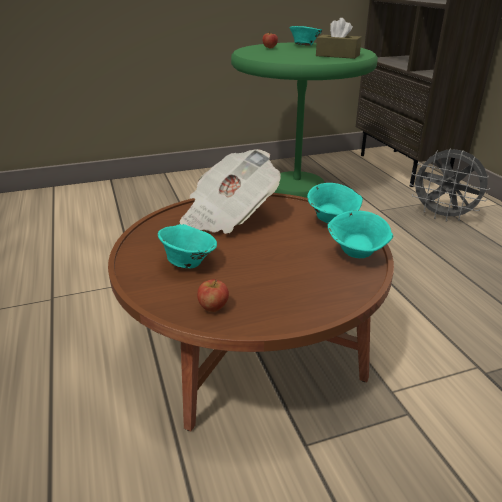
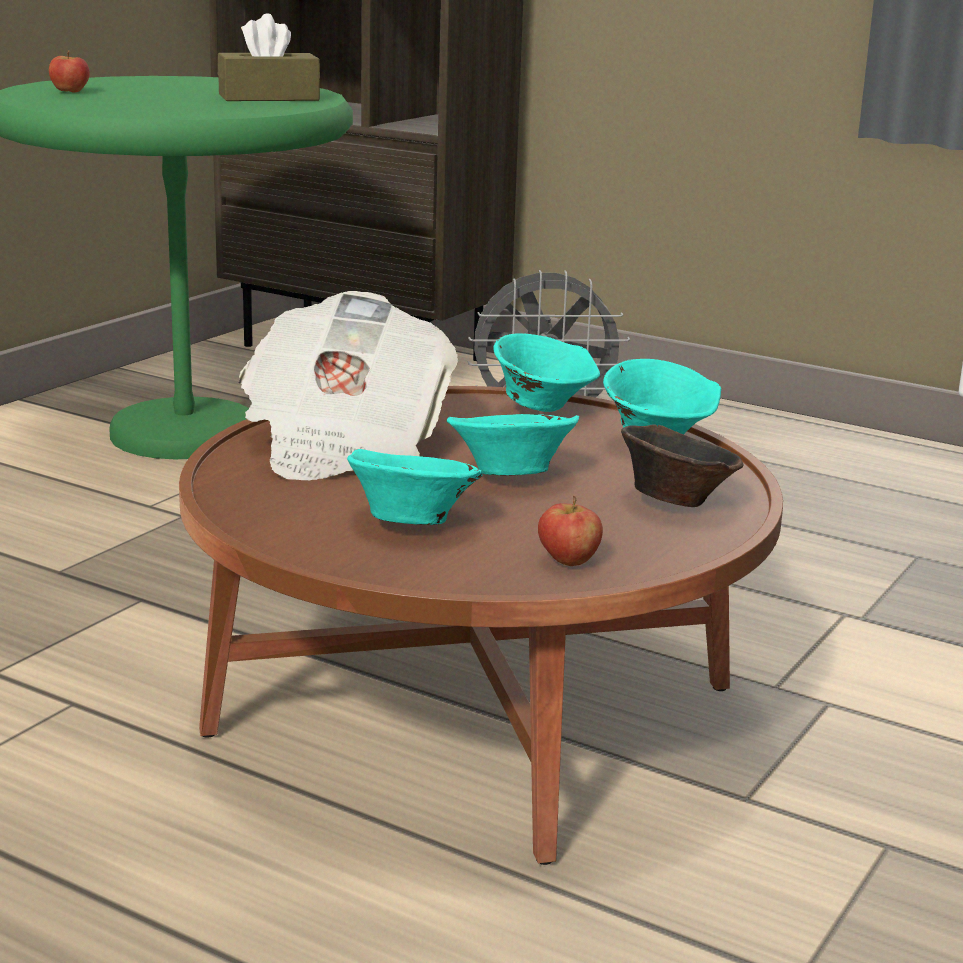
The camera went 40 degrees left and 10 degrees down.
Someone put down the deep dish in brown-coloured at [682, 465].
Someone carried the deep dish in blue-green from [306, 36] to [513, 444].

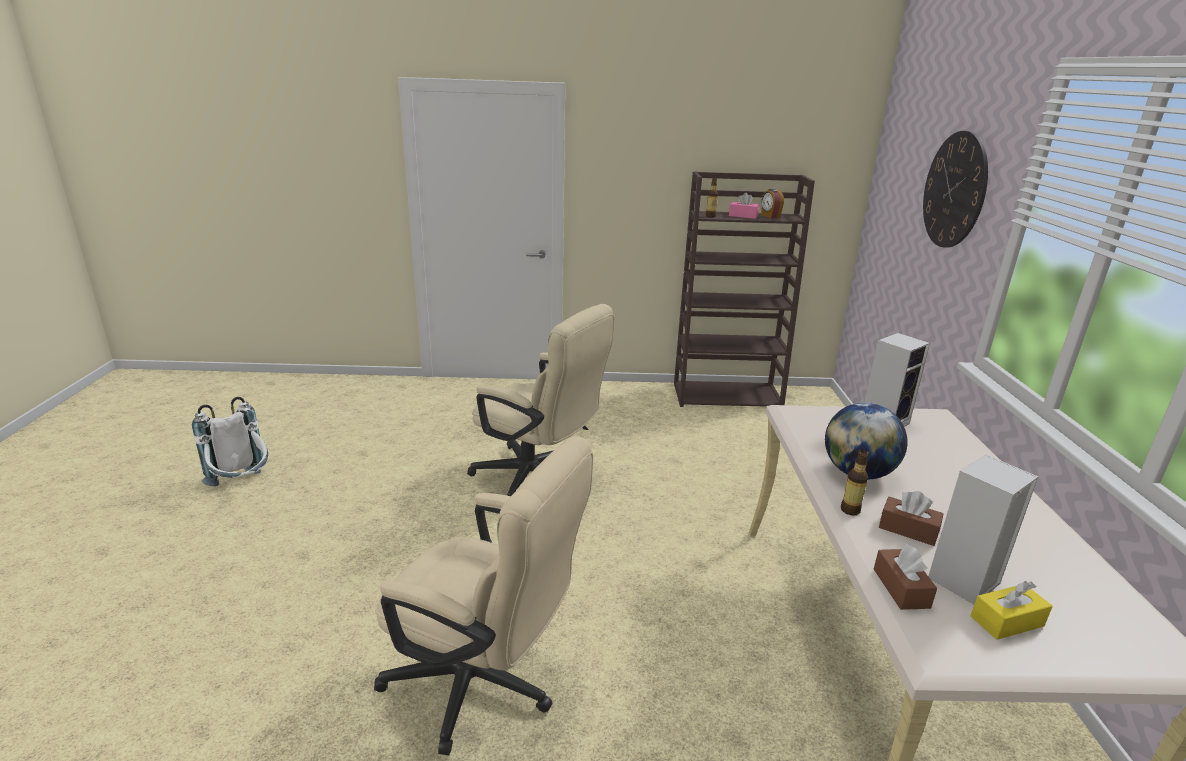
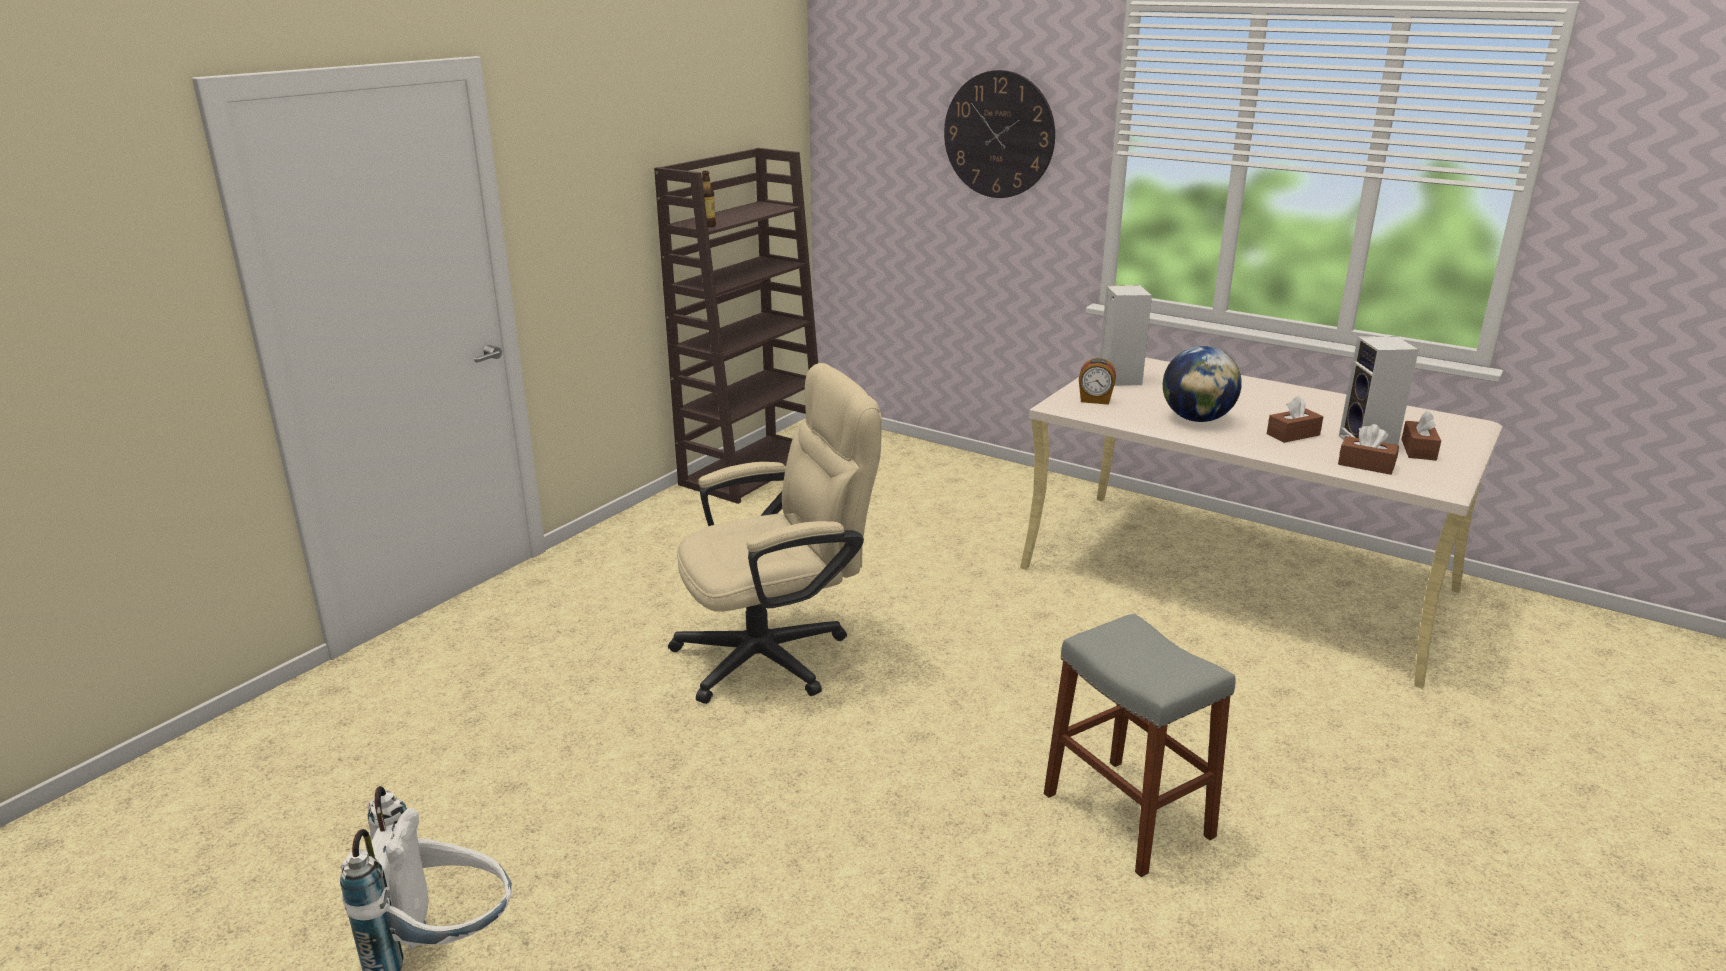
The camera went 55 degrees left and 0 degrees up.
Someone took away the tissue box in pinkish at [744, 206].
Someone took away the bottle at [855, 483].
Someone carried the table clock from [772, 203] to [1097, 381].
Someone swapped the computer chair in beige at [483, 595] for the stool seat in greyish at [1140, 745].
Someone repainted the tissue box in yellowish at [1011, 610], which became the tissue box in brown-coloured at [1421, 435].

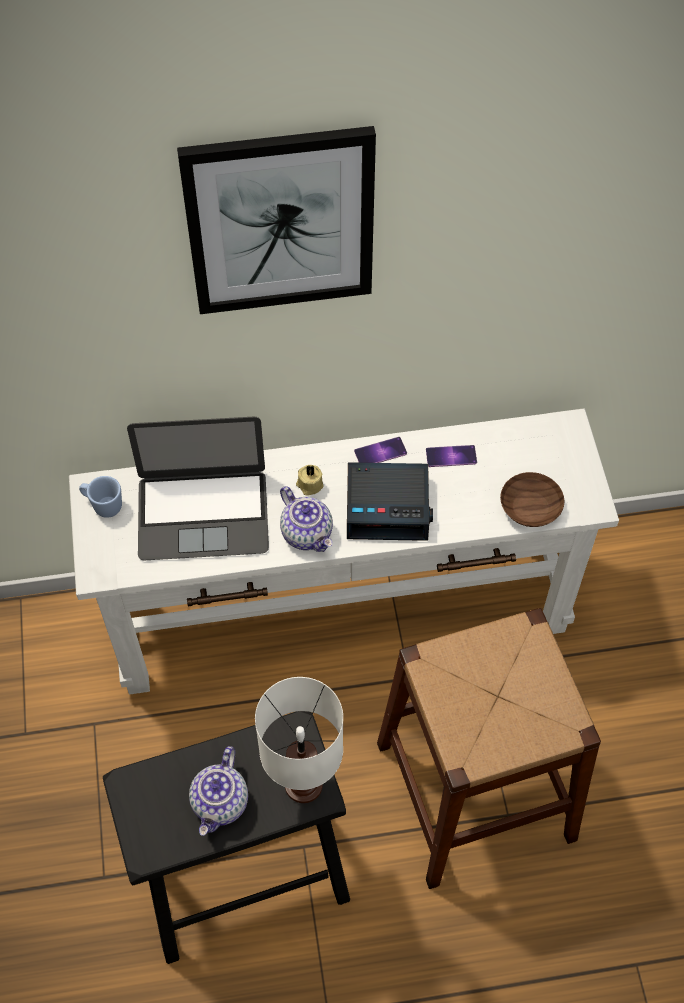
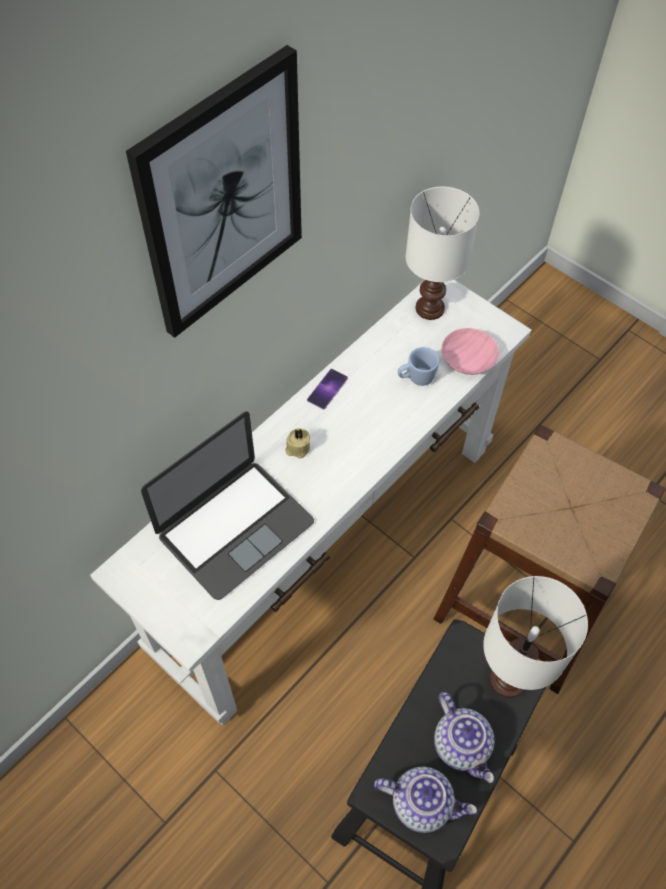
The camera went 40 degrees left and 0 degrees up.
Someone took away the table clock at [390, 501].
Someone took away the telephone at [451, 456].
Someone put down the lamp for a table in whitish at [442, 253].
Someone carried the tea mug in bluish from [100, 497] to [419, 366].
Someone carried the tea pot from [306, 519] to [425, 800].
Someone repainted the deep dish in brown-coloured at [532, 499], which became the deep dish in pinkish at [470, 351].

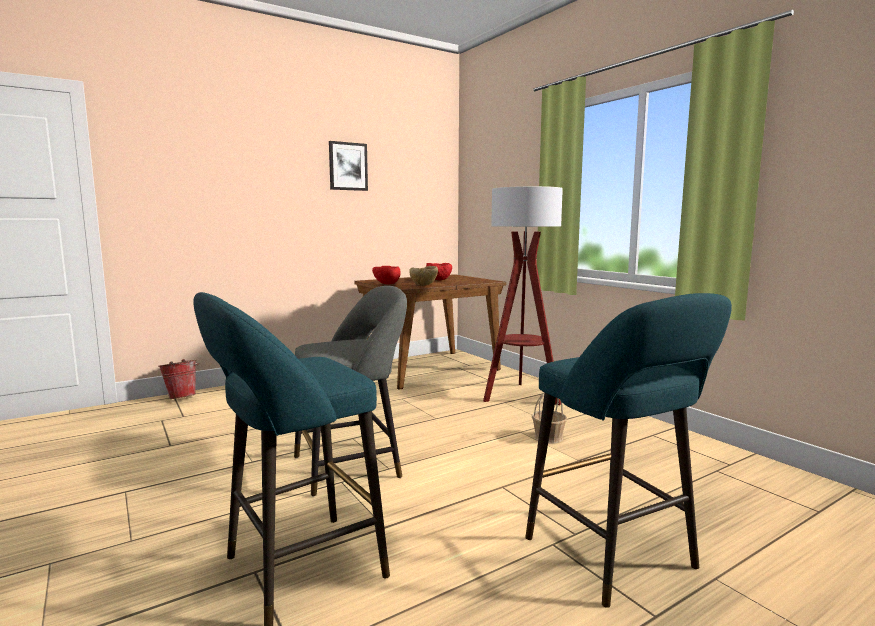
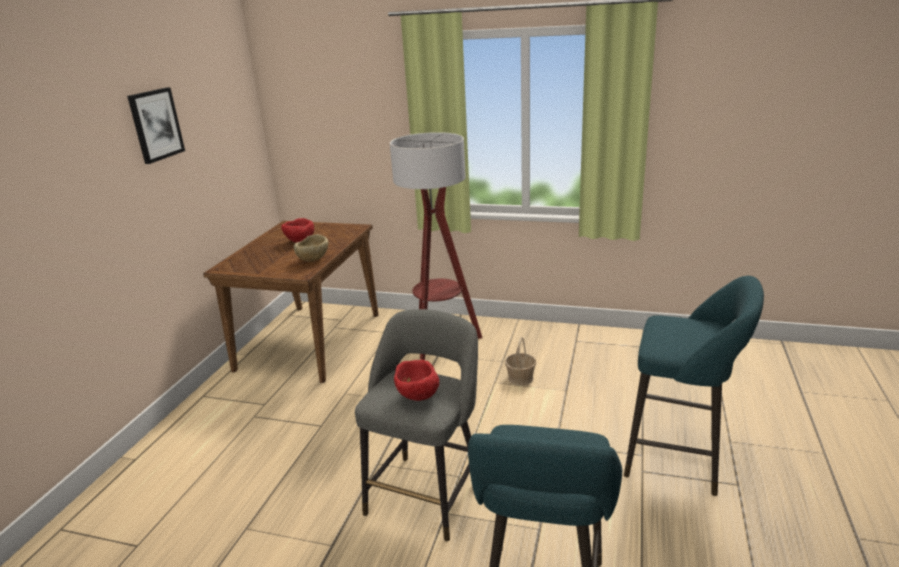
The camera went 40 degrees left and 15 degrees up.
Someone took away the bucket at [179, 379].
Someone carried the deep dish in reddish from [386, 275] to [416, 380].

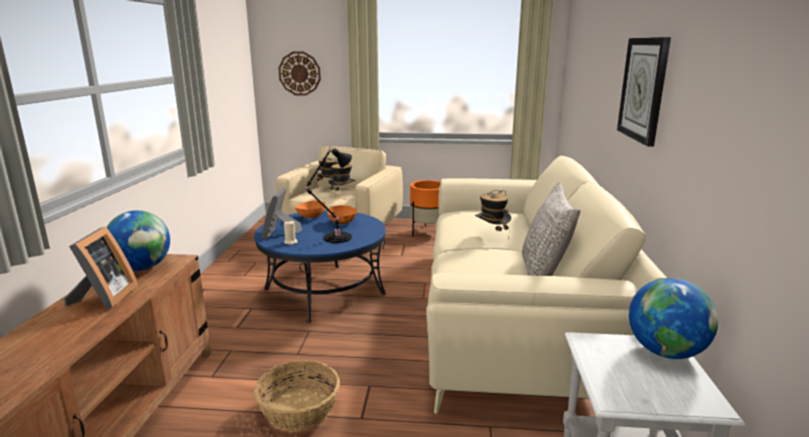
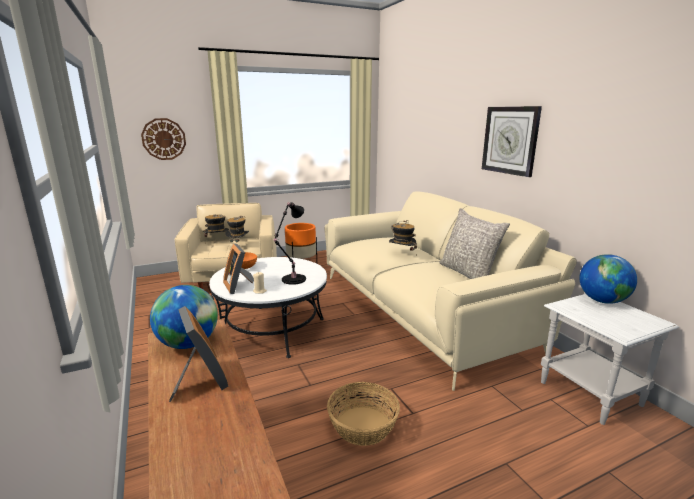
The camera went 30 degrees left and 0 degrees up.
Someone took away the deep dish in orangey at [342, 214].
Someone repainted the low table in bluish at [320, 266], which became the low table in whitish at [268, 307].

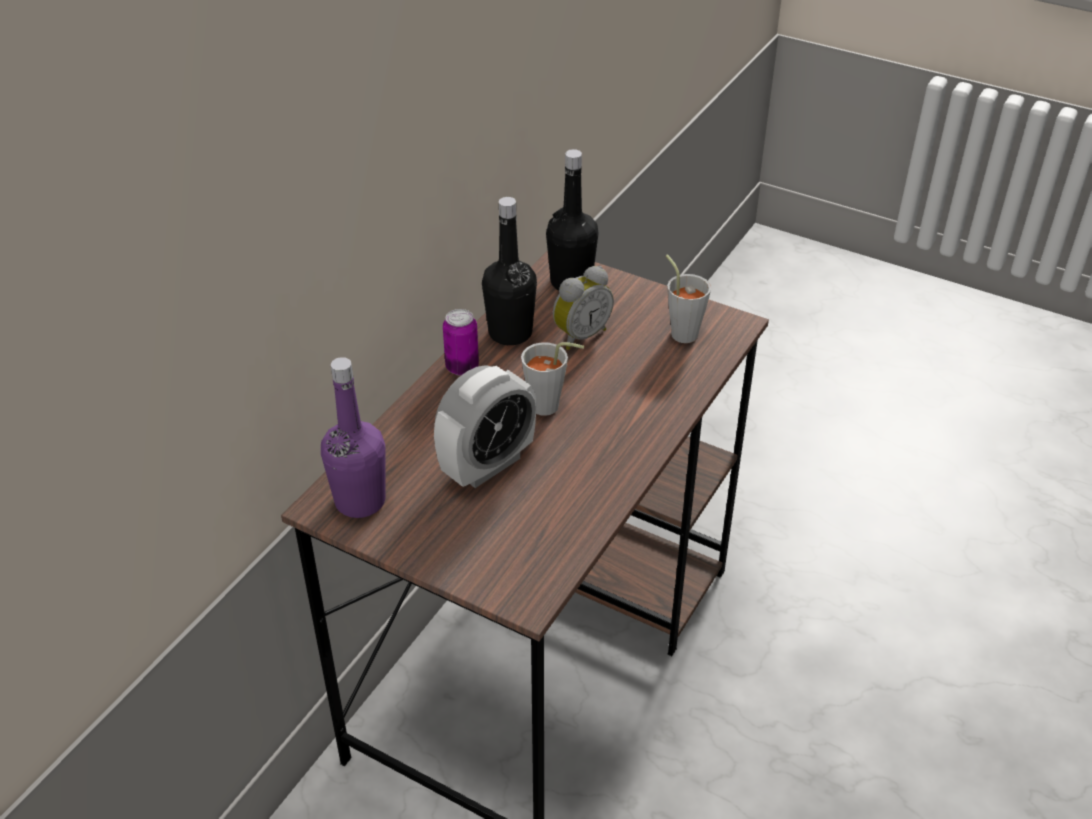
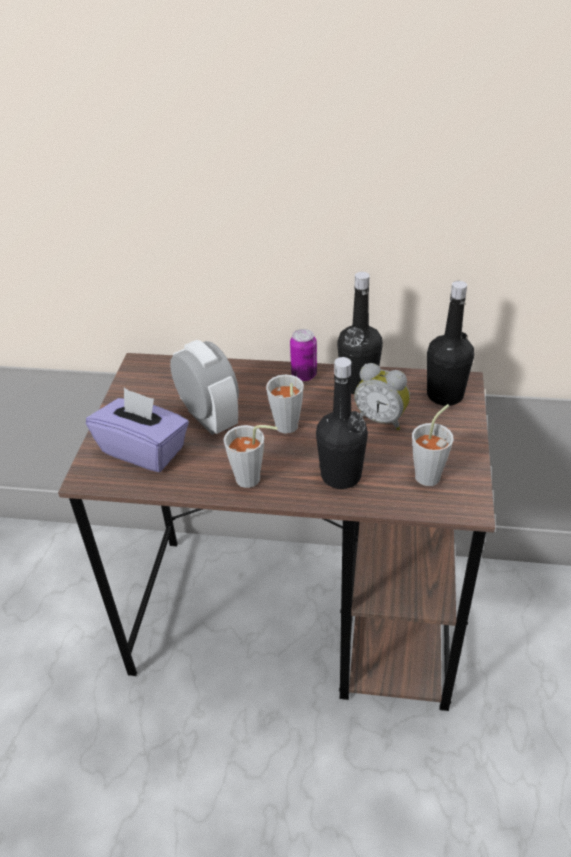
The camera went 70 degrees right and 0 degrees up.
Someone took away the bottle in purple at [353, 437].
Someone put down the tissue box in purple at [137, 430].
Someone put down the cup in greyish at [251, 456].
Someone put down the bottle in black-coloured at [342, 423].
Someone rotated the table clock at [485, 426] by 150 degrees counterclockwise.

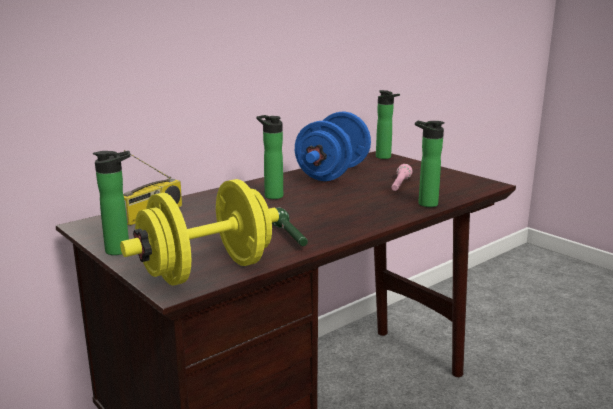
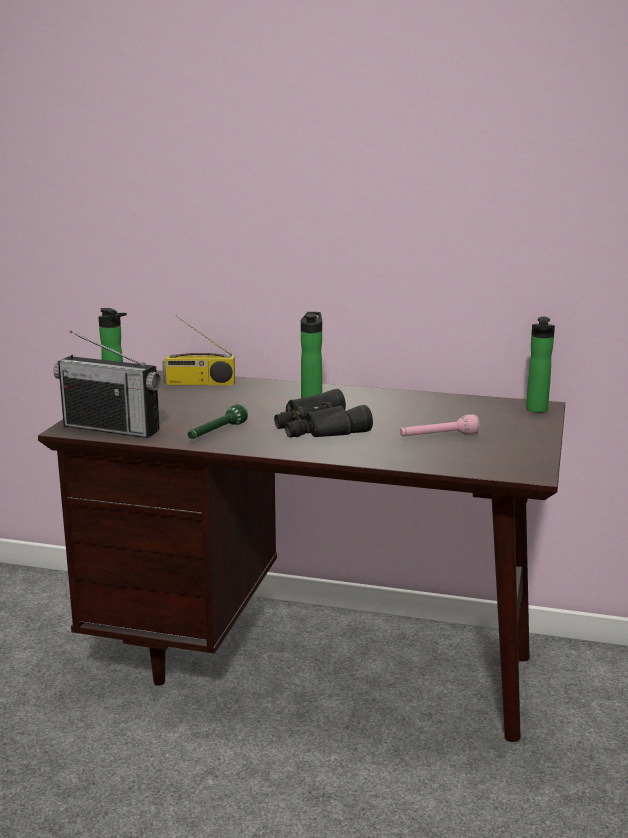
The camera went 55 degrees right and 0 degrees up.
Someone took away the dumbbell in bluish at [333, 146].
Someone took away the bottle at [430, 164].
Someone put down the field glasses in black-coloured at [323, 413].
Someone swapped the dumbbell in yellowish at [199, 232] for the radio set at [107, 384].

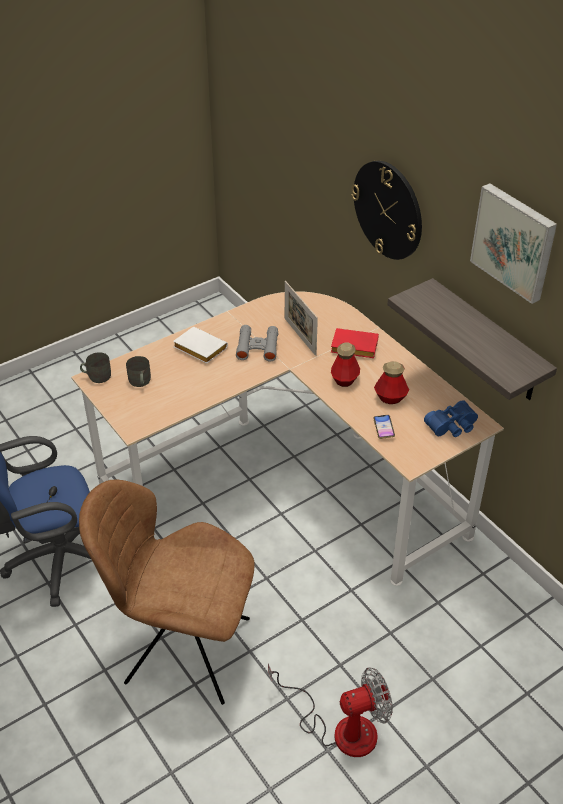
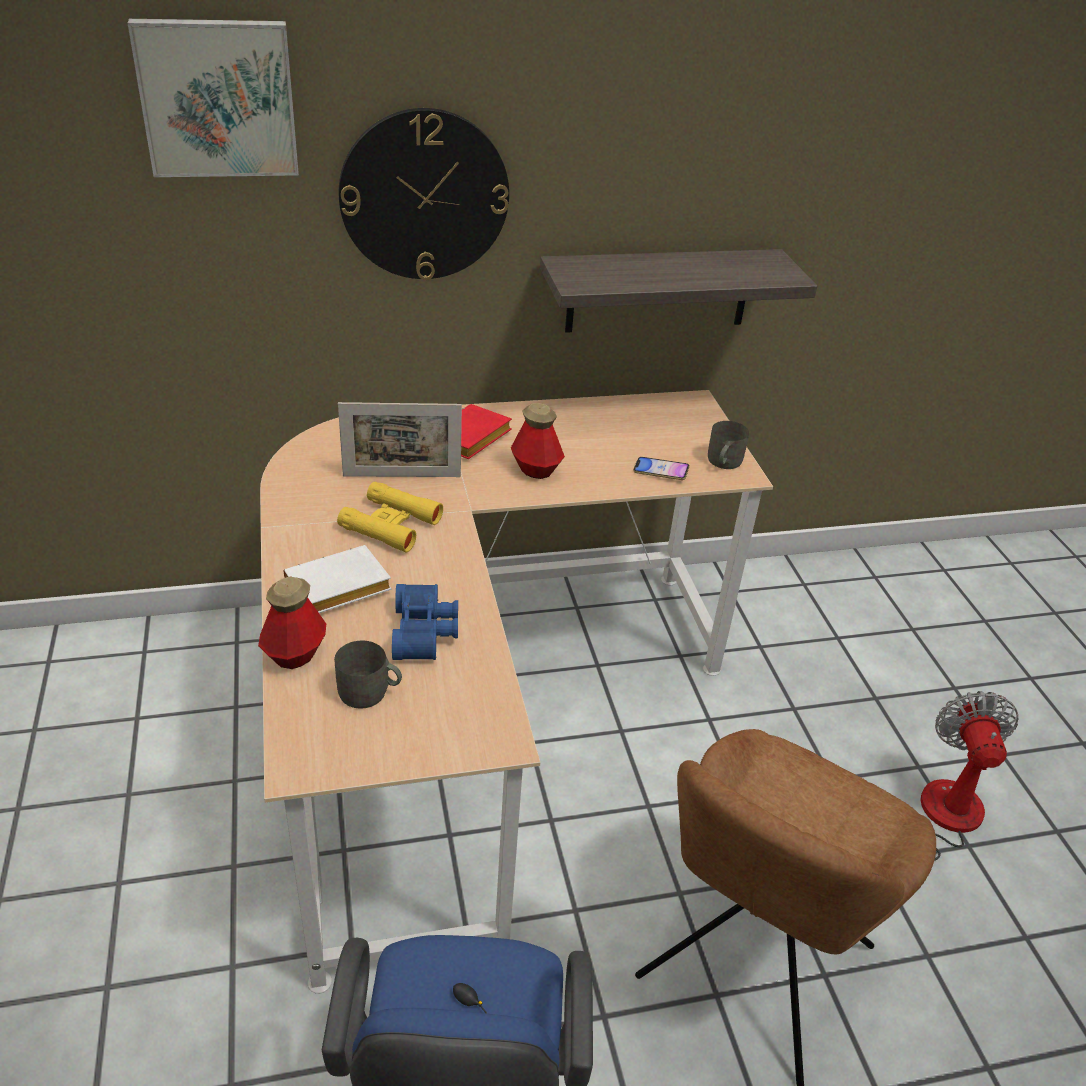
The camera went 70 degrees left and 5 degrees down.
Someone carried the tea mug in greyish from [95, 367] to [728, 445].
Someone carried the bottle from [391, 382] to [292, 623].
Someone carried the field glasses in bluish from [451, 418] to [425, 622].
Someone carried the wall art from [513, 243] to [213, 98].
Someone repainted the field glasses in greyish at [257, 343], which became the field glasses in yellowish at [390, 517].

